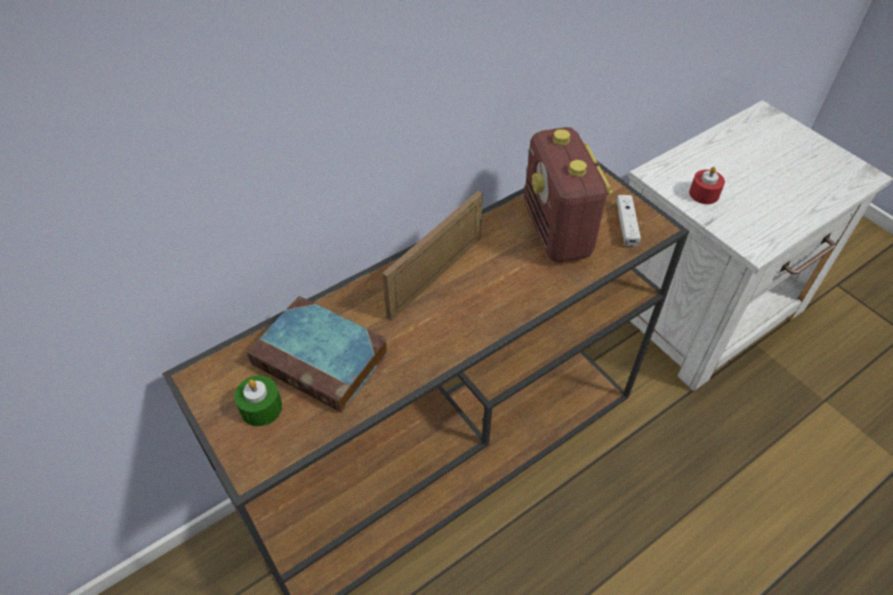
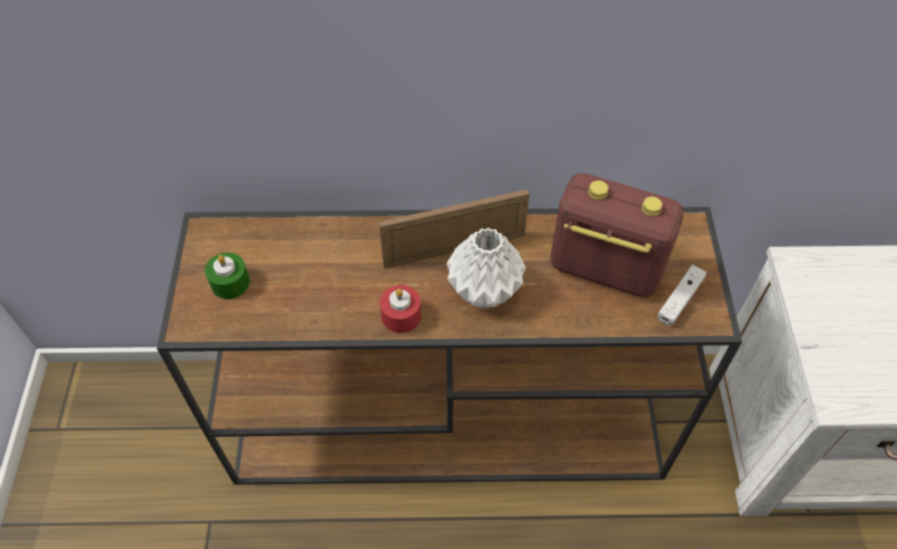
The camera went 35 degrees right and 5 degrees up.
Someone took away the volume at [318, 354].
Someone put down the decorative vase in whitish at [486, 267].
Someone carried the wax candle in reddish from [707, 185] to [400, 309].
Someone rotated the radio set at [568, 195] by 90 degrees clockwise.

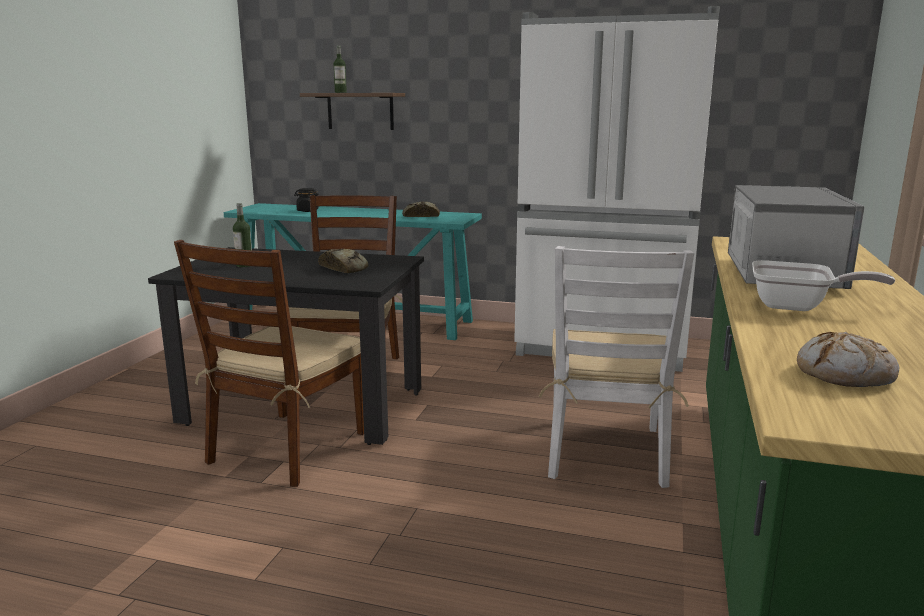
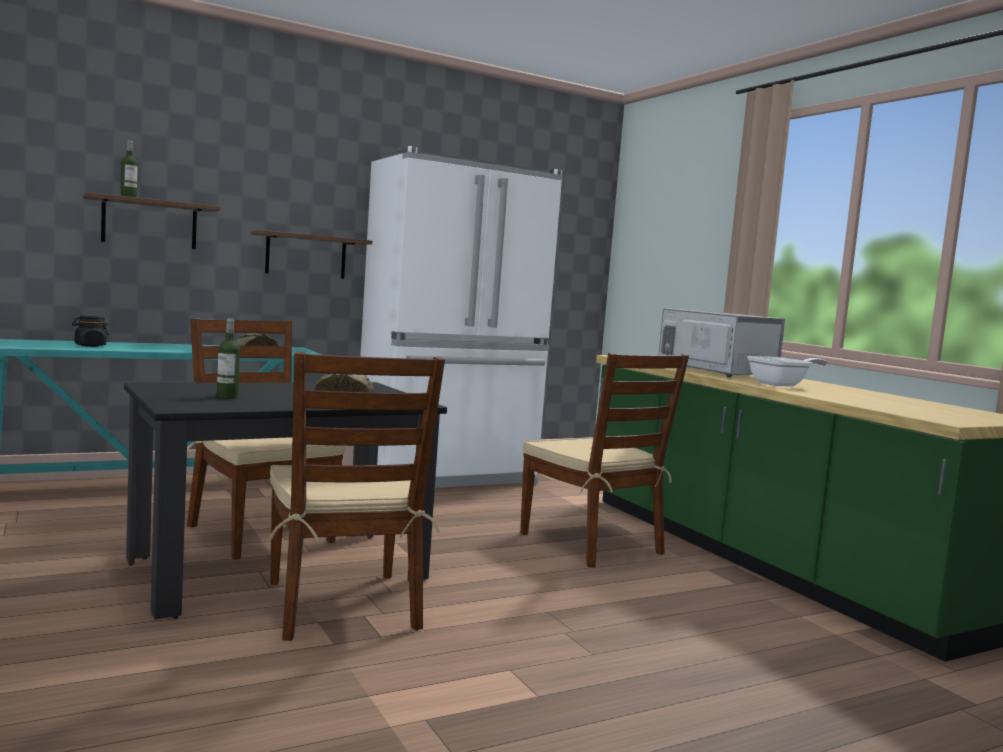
The camera went 45 degrees left and 10 degrees down.
Someone took away the bread at [848, 359].
Someone put up the wall shelf at [311, 254].
Someone repainted the plain chair in whitish at [616, 367], which became the plain chair in brown-coloured at [604, 460].

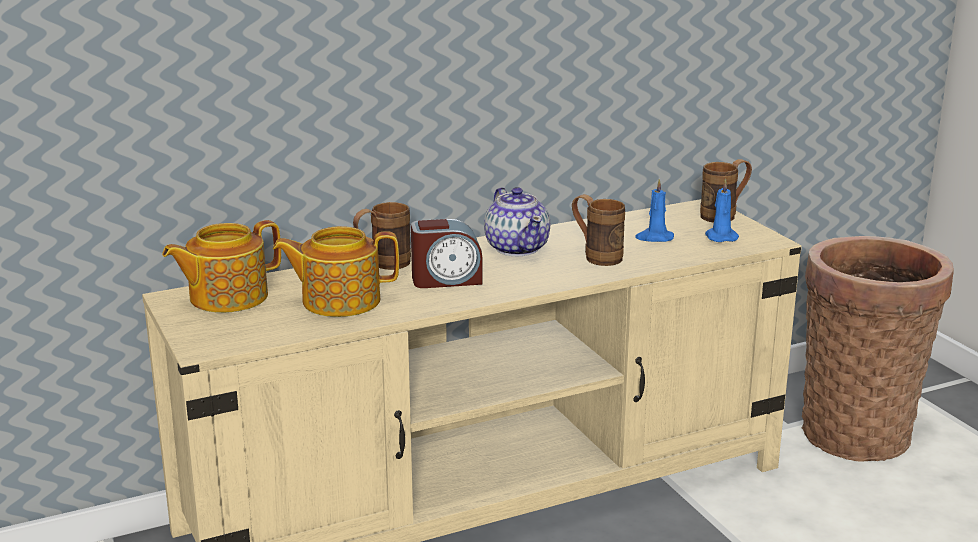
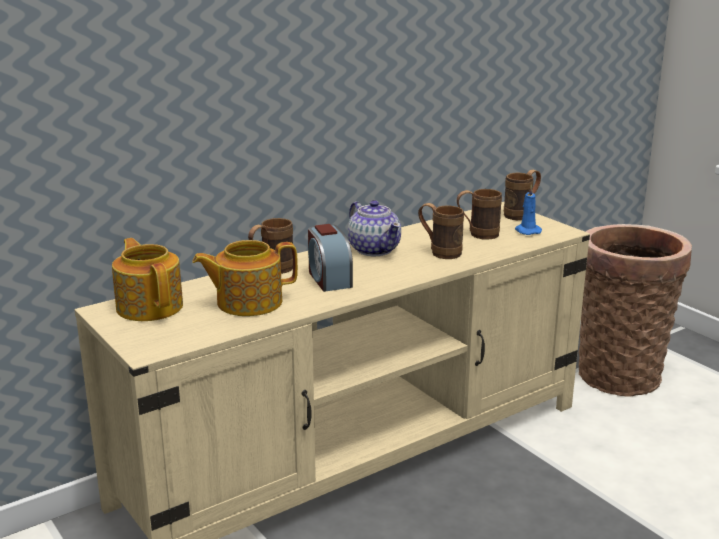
The camera went 10 degrees left and 0 degrees up.
Someone swapped the wax candle in bluish at [654, 210] for the tea mug in brown-coloured at [479, 214].
Someone rotated the tea pot at [221, 266] by 105 degrees clockwise.
Someone rotated the table clock at [447, 253] by 90 degrees clockwise.

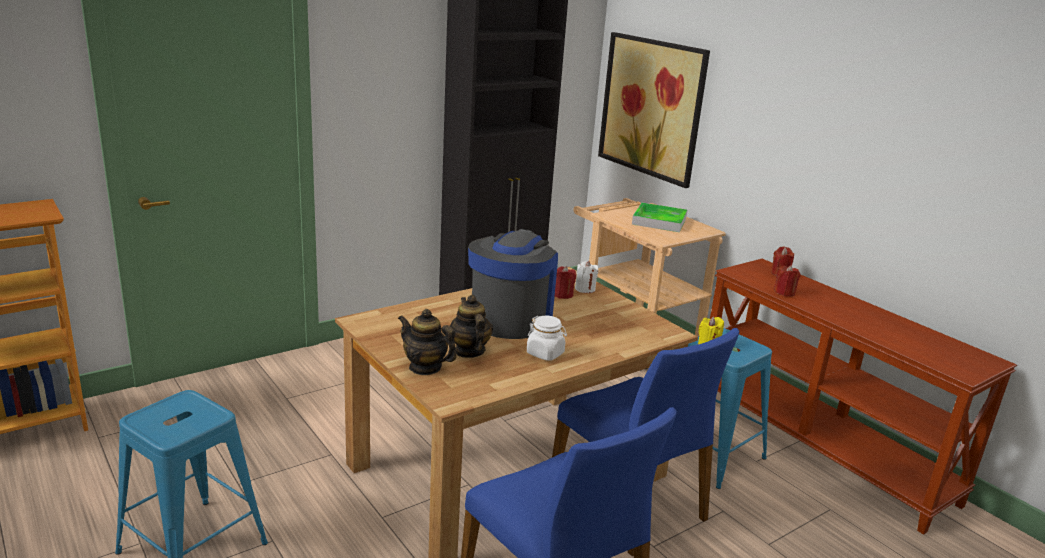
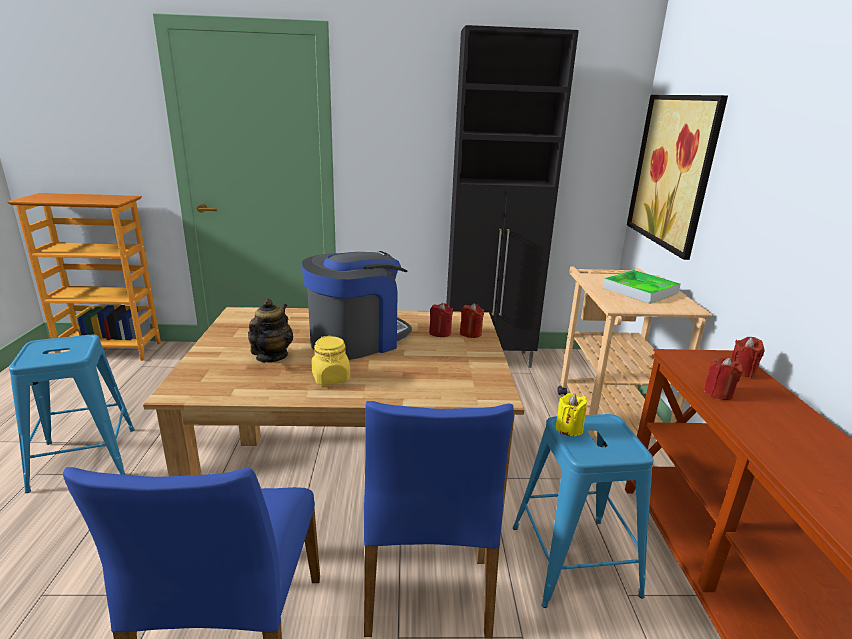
The camera went 35 degrees right and 0 degrees up.
Someone took away the tea pot at [427, 342].
Someone repainted the jar in whitish at [547, 338], which became the jar in yellowish at [331, 360].
Someone repainted the wax candle in whitish at [586, 277], which became the wax candle in reddish at [472, 320].

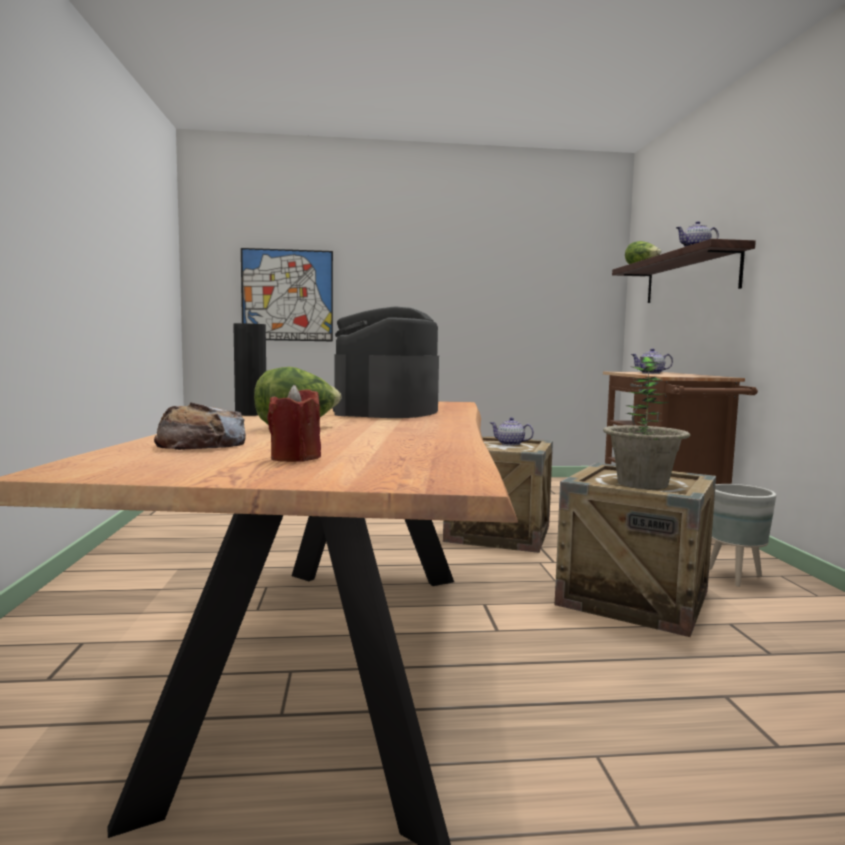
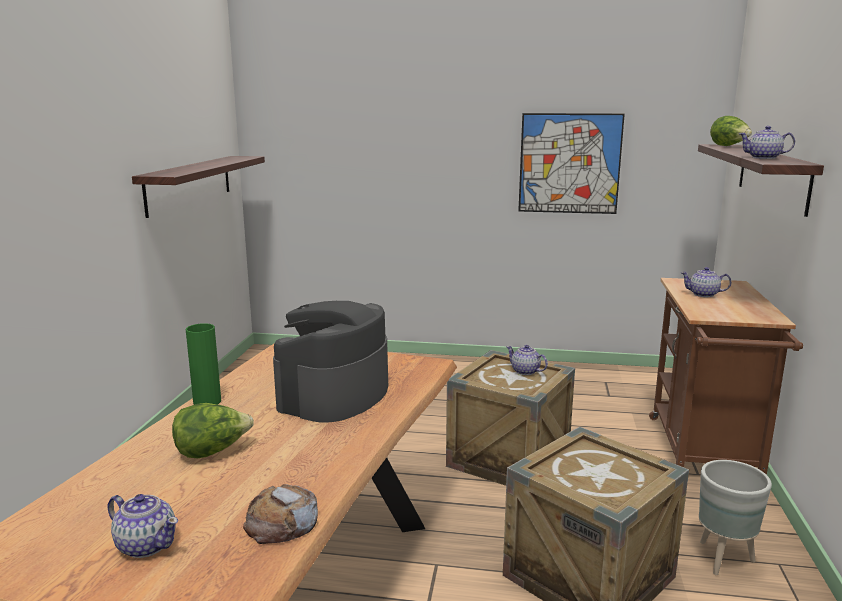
The camera went 15 degrees right and 10 degrees up.
Someone took away the potted plant at [646, 423].
Someone put up the wall shelf at [198, 187].
Someone carried the bread from [200, 426] to [280, 514].
Someone carried the wall art from [287, 294] to [571, 163].
Someone swapped the wax candle in reddish at [294, 423] for the tea pot at [143, 526].
Someone repainted the decorative vase in black-coloured at [249, 369], which became the decorative vase in greenish at [203, 364].

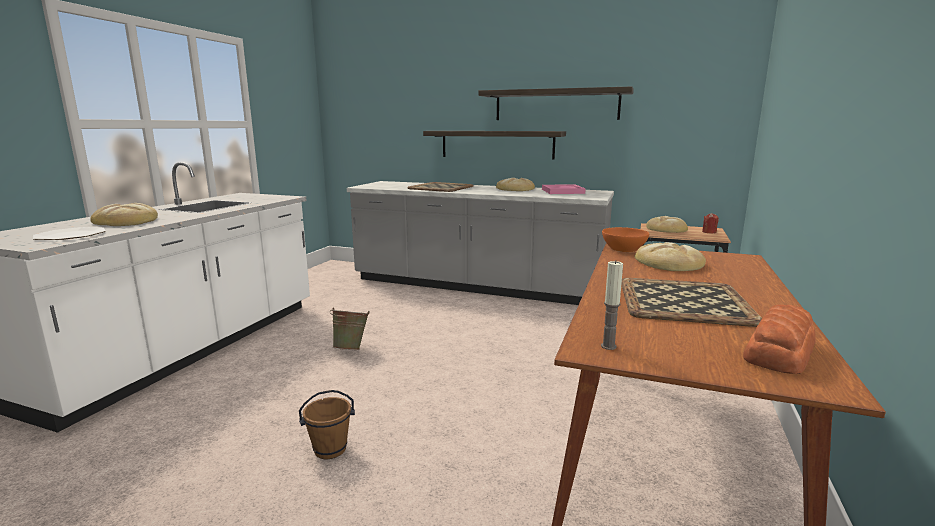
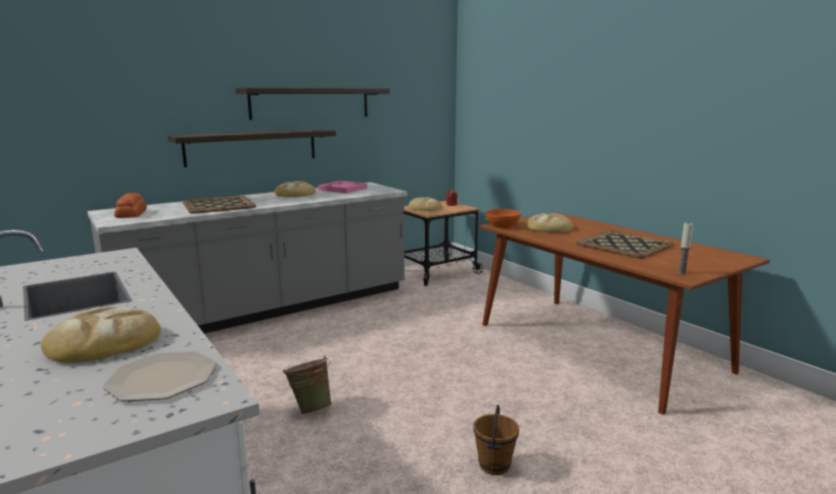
The camera went 55 degrees left and 0 degrees up.
Someone carried the bread from [779, 339] to [130, 205].

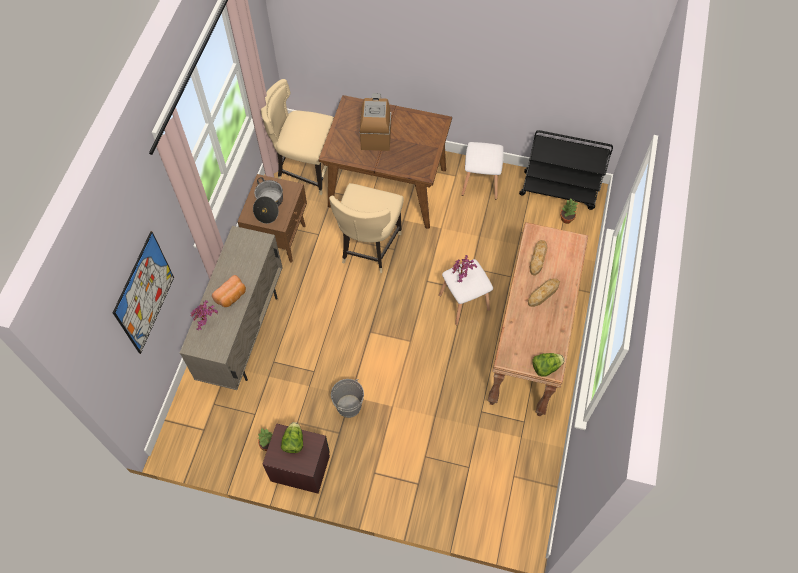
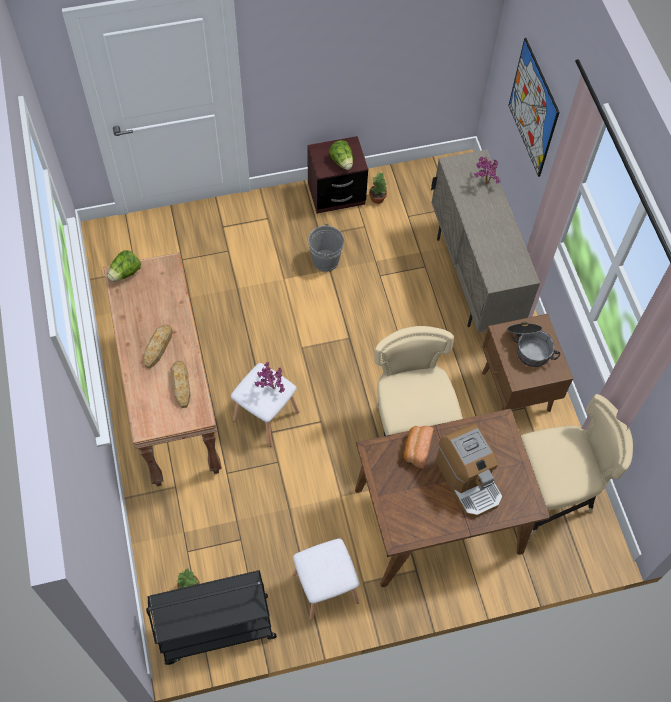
The camera went 150 degrees right and 0 degrees up.
Someone carried the bread from [229, 291] to [418, 447].

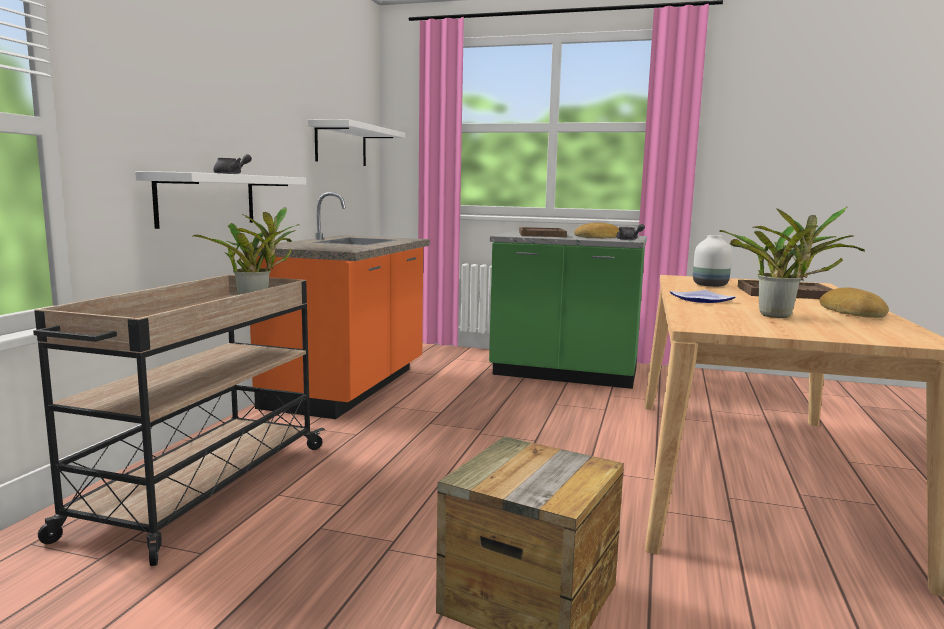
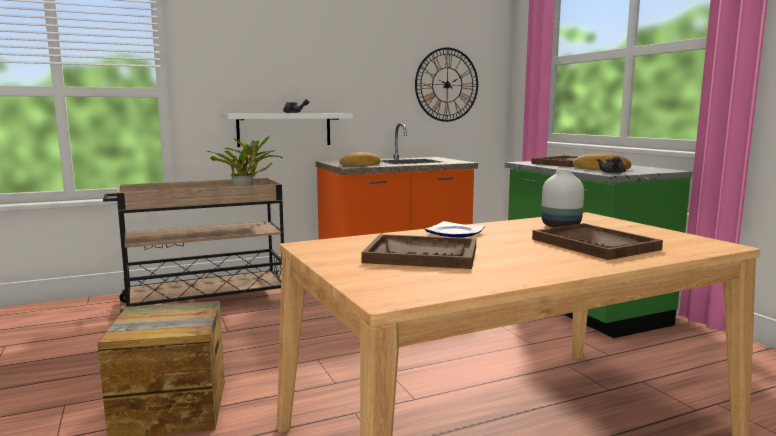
The camera went 50 degrees right and 0 degrees up.
Someone carried the bread from [854, 302] to [359, 159].
Someone swapped the wall shelf in whitish at [356, 142] for the hanging clock at [446, 85].
Someone swapped the potted plant at [792, 262] for the tray in brown-coloured at [418, 251].

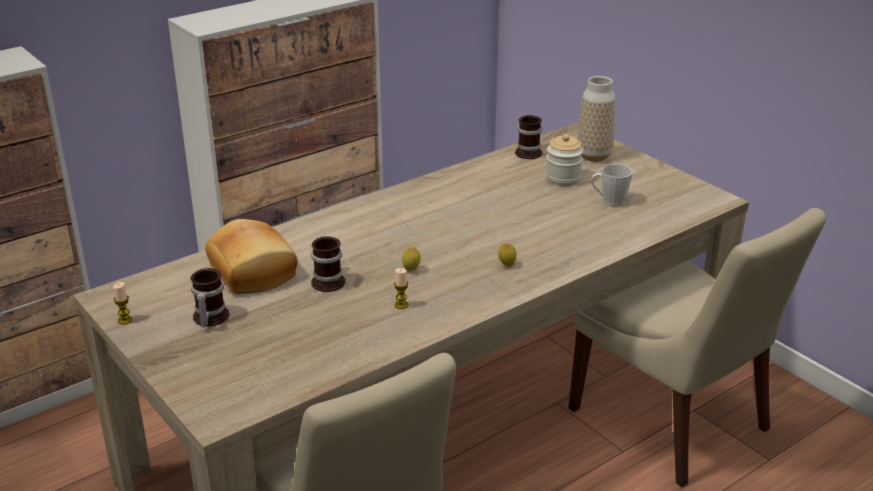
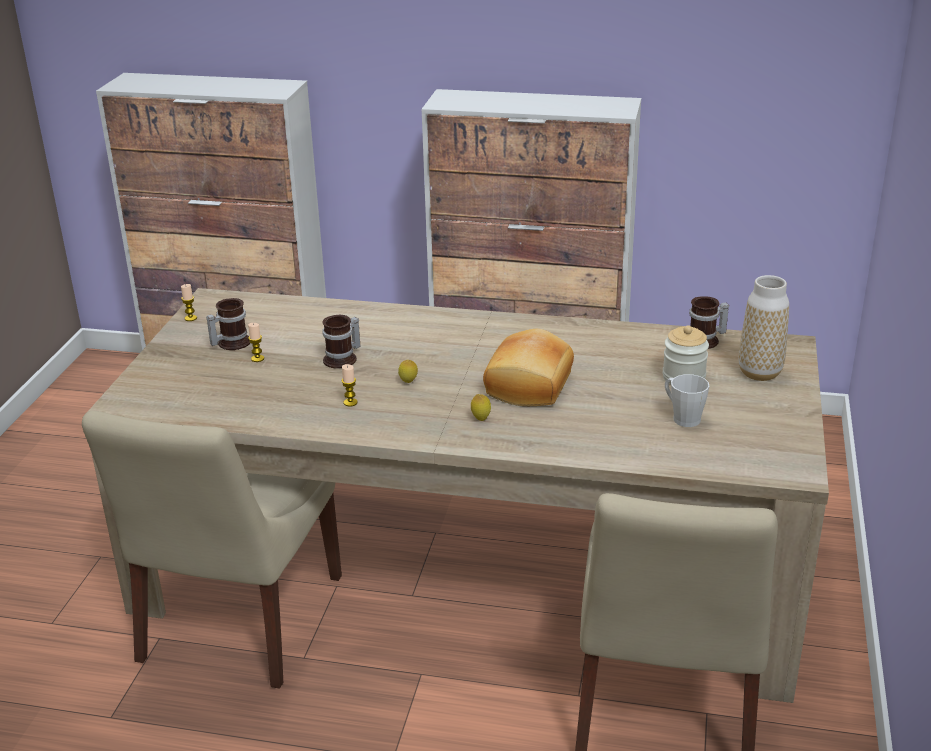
The camera went 50 degrees right and 0 degrees up.
Someone put down the wax candle at [256, 342].
Someone carried the bread from [251, 256] to [528, 367].

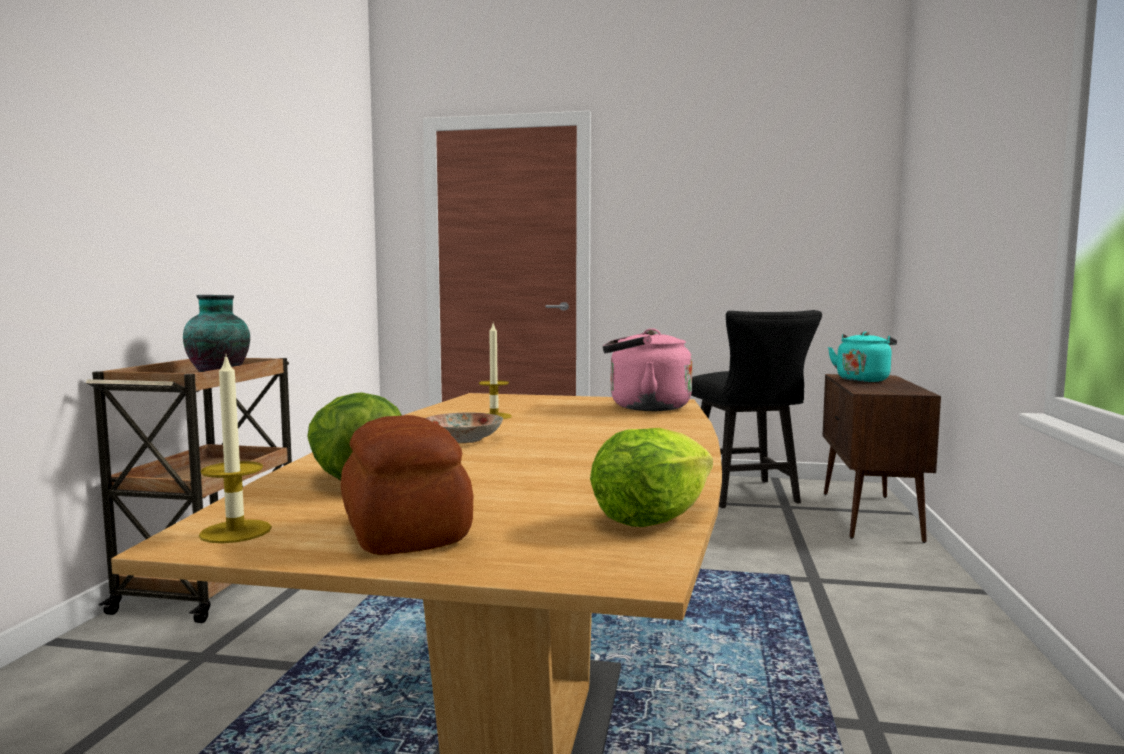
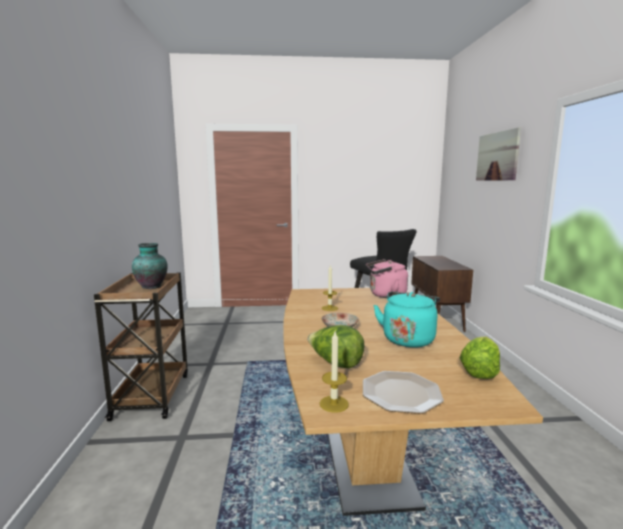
The camera went 15 degrees left and 5 degrees up.
Someone put up the wall art at [498, 154].
Someone carried the tea kettle in blue-green from [862, 357] to [406, 320].
Someone swapped the bread at [407, 485] for the plate at [403, 392].

